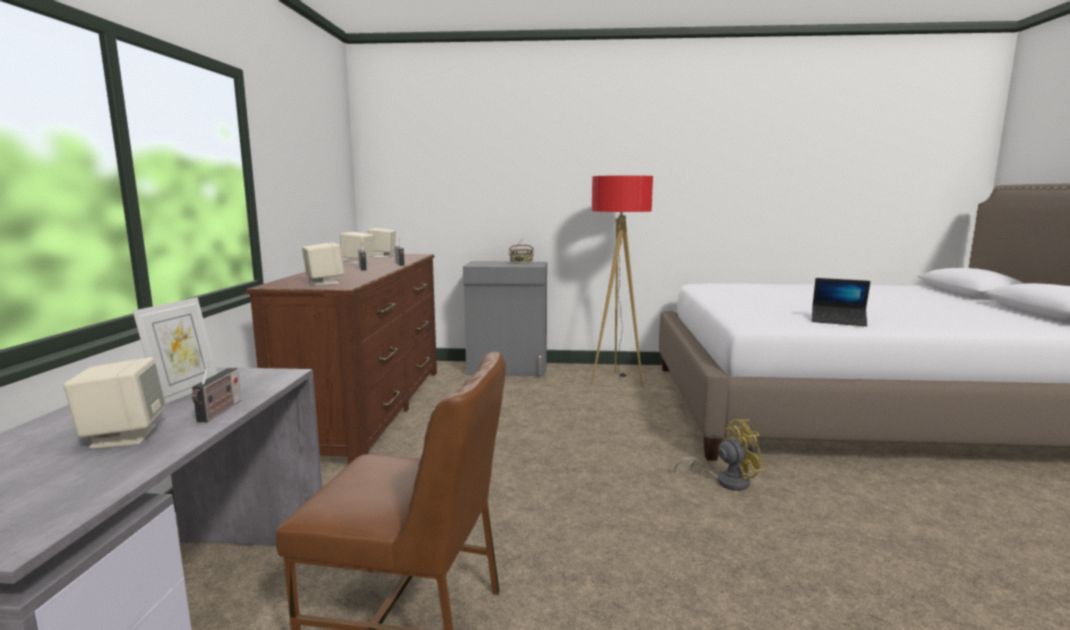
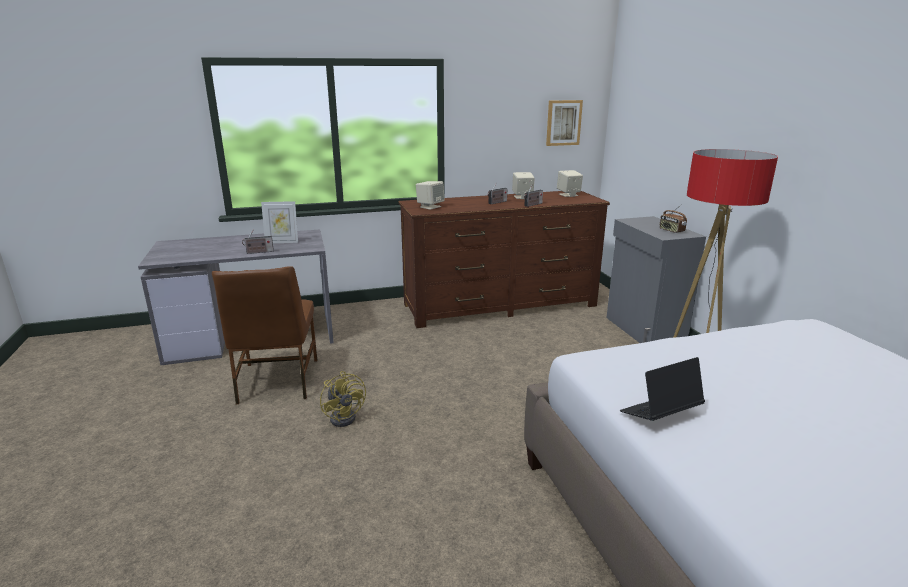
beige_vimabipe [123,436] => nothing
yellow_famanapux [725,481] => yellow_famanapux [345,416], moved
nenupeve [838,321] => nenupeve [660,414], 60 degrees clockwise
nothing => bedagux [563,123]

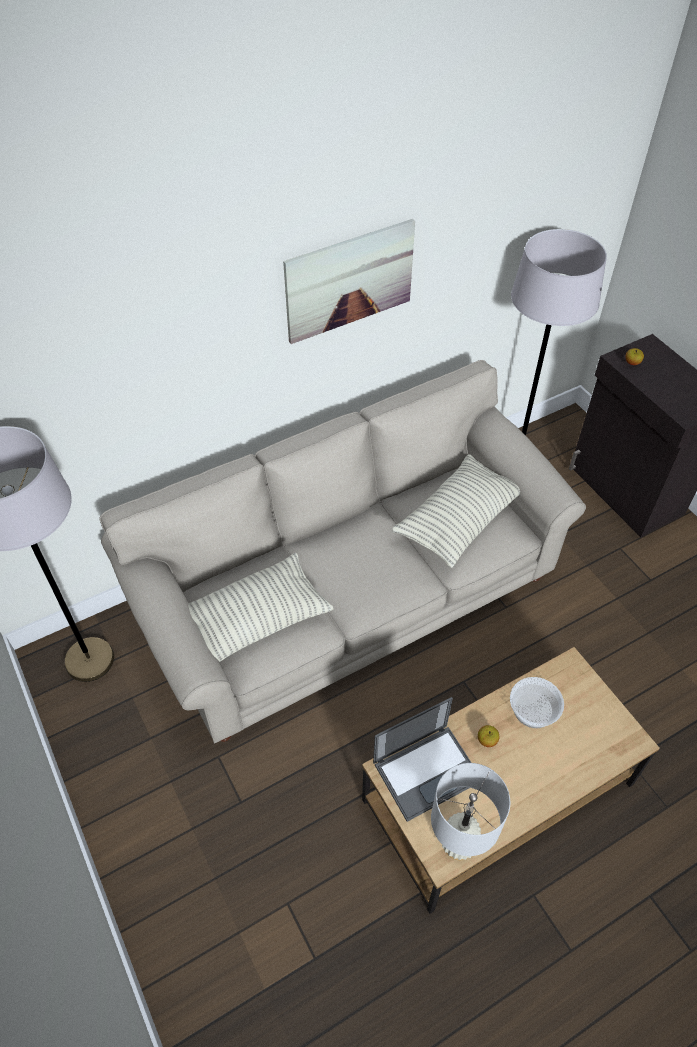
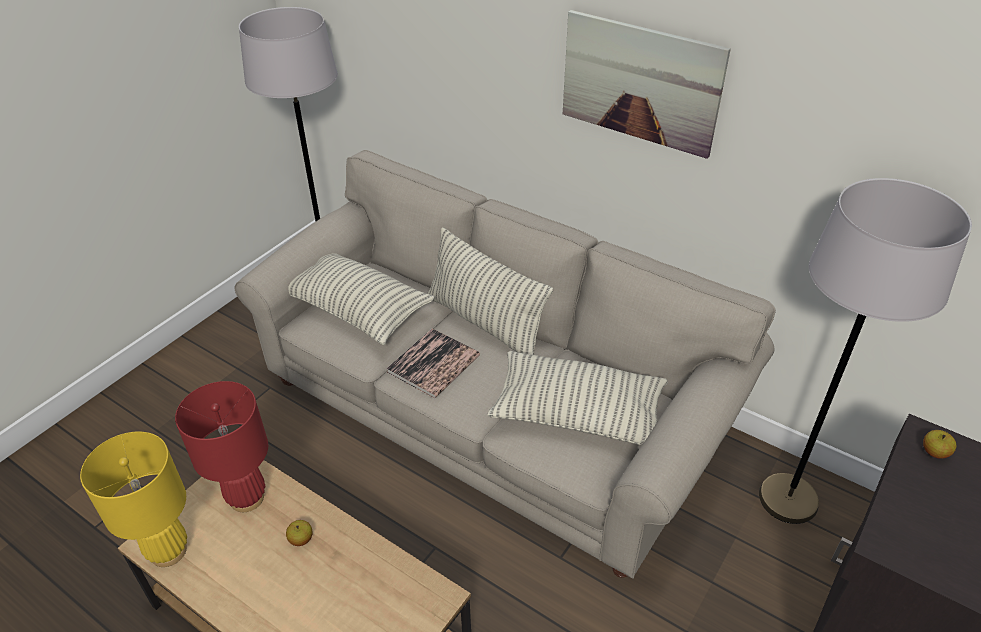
nenupeve [427,770] => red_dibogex [247,498]
white_dibogex [458,844] => yellow_dibogex [168,551]
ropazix [533,710] => nothing
nothing => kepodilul [433,364]
nothing => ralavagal [485,323]

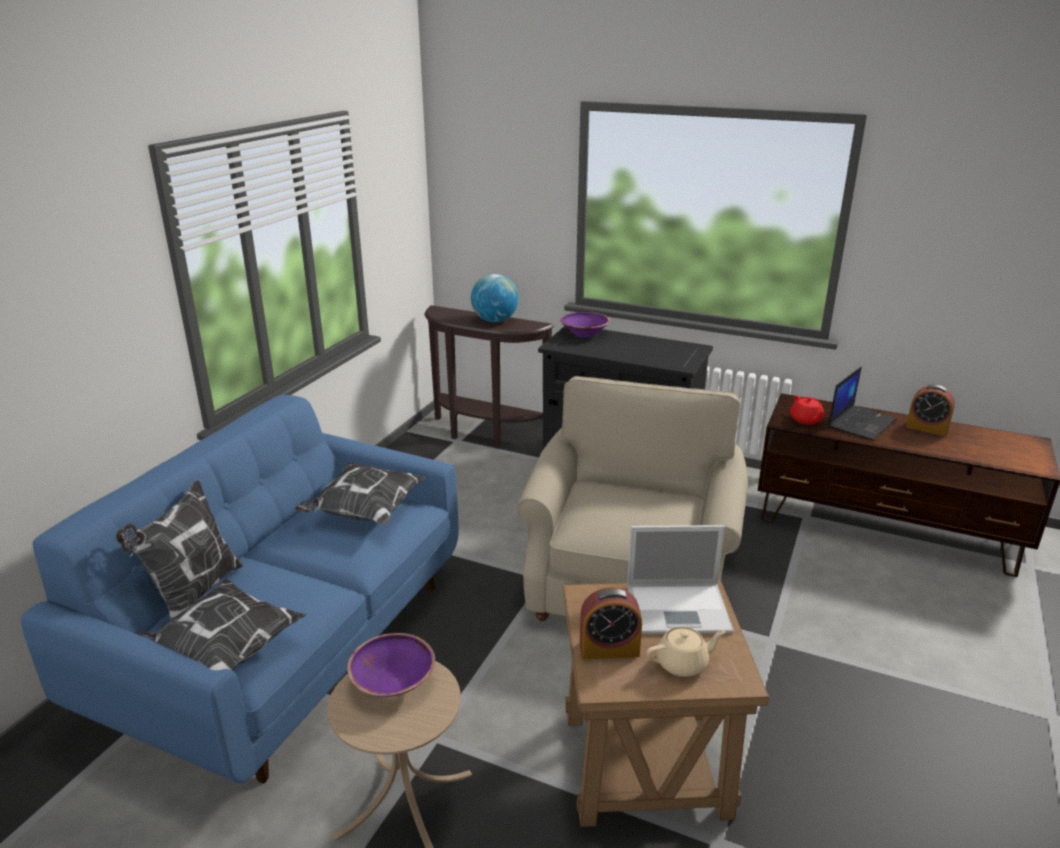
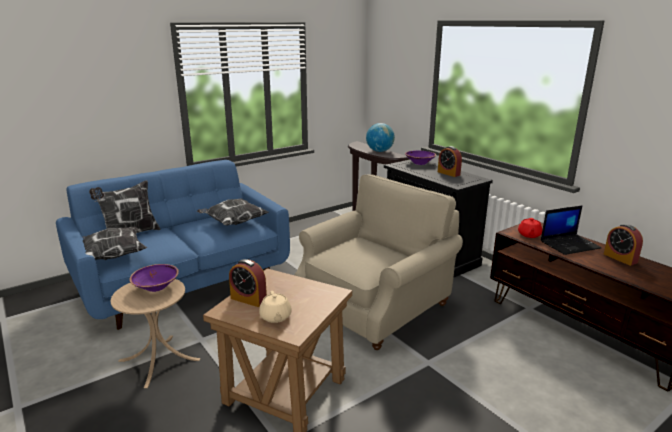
nenupeve [680,608] => nothing
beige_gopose [683,663] => beige_gopose [275,317], 60 degrees clockwise
nothing => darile [448,173]

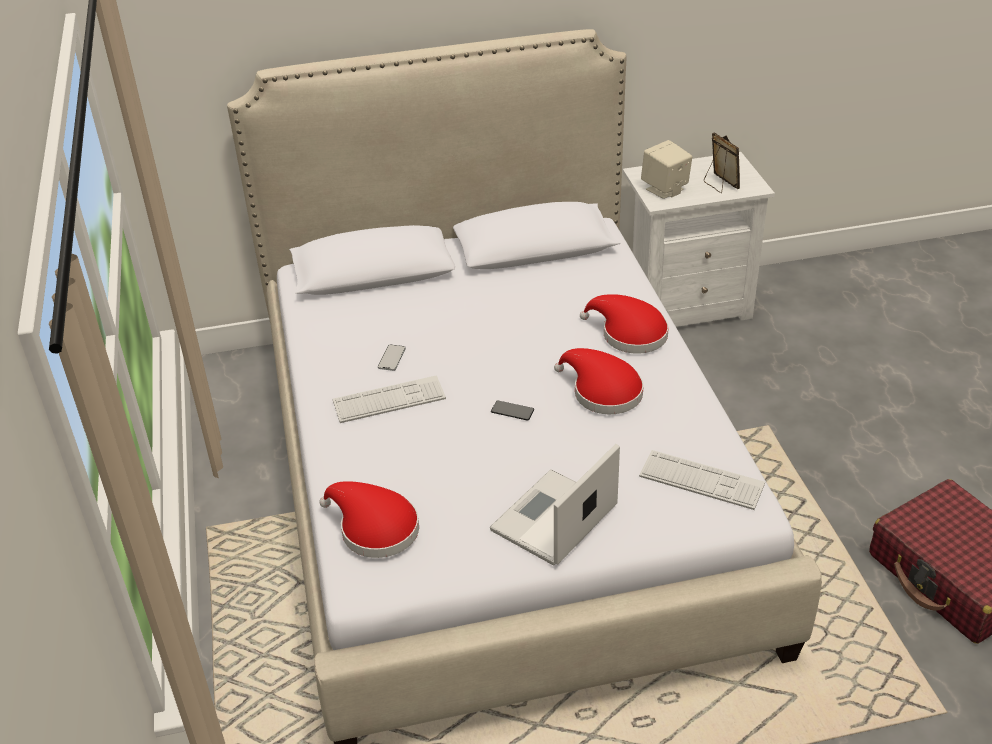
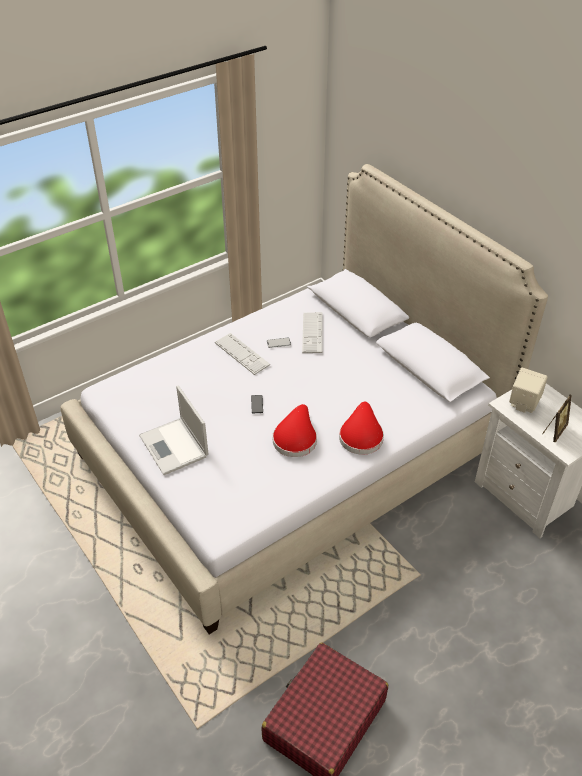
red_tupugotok [374,528] => nothing
nenupeve [553,520] => nenupeve [174,447], 135 degrees counterclockwise
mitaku [701,480] => mitaku [312,333], moved

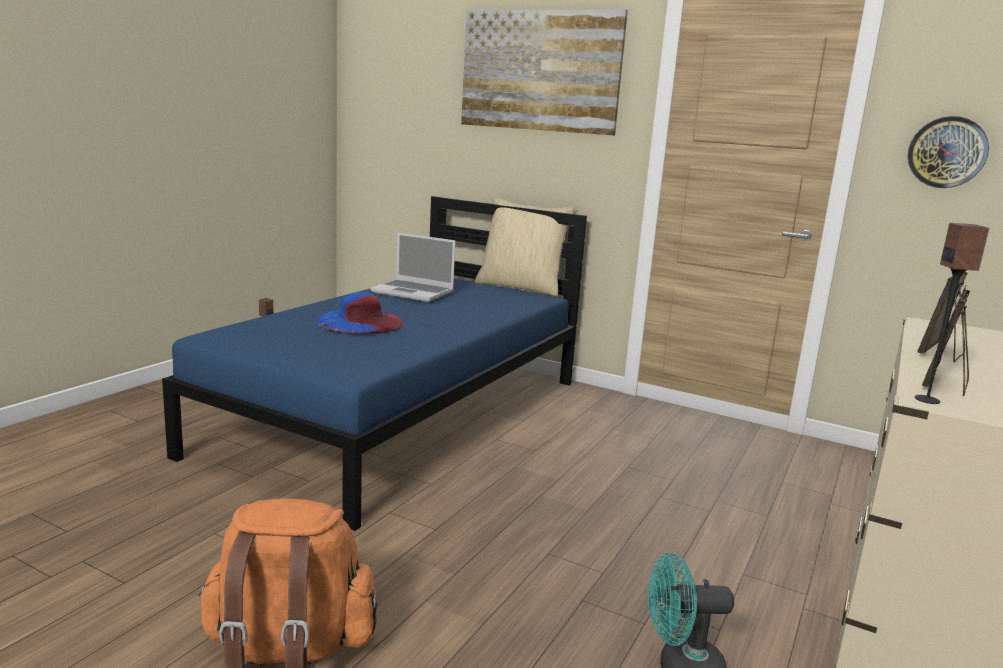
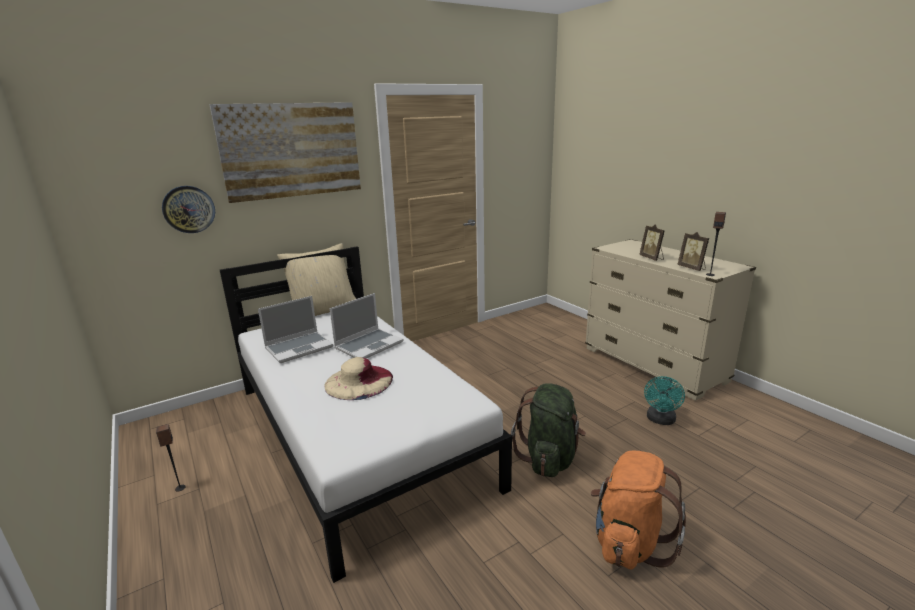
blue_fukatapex [402,415] => white_fukatapex [357,433]
blue_tupugotok [360,322] => beige_tupugotok [359,381]
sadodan [947,152] => sadodan [189,209], moved
nothing => nenupeve [369,345]
nothing => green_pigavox [549,458]

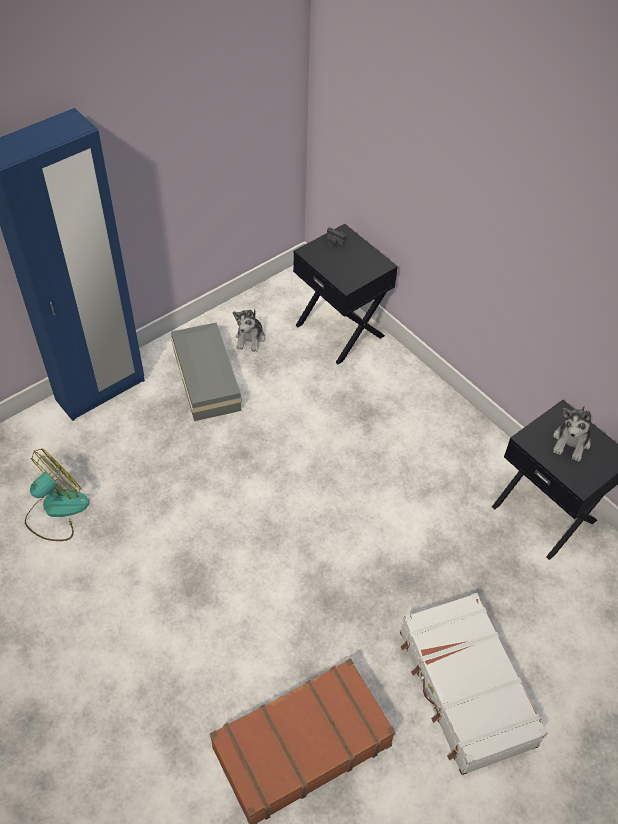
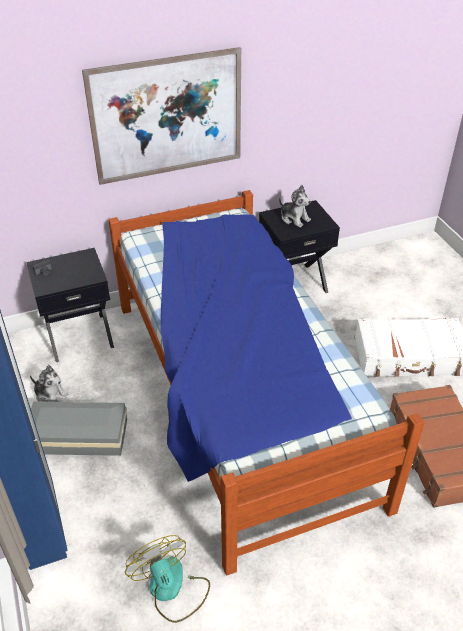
nothing => bedagux [167,117]
nothing => fukatapex [237,397]

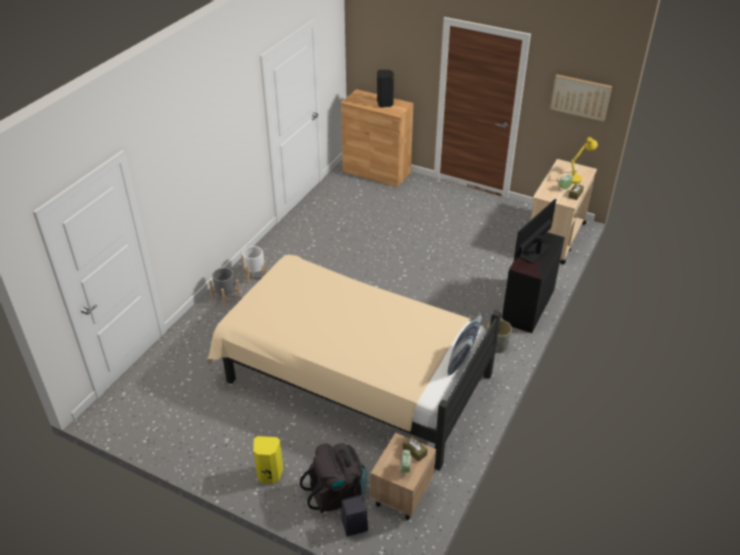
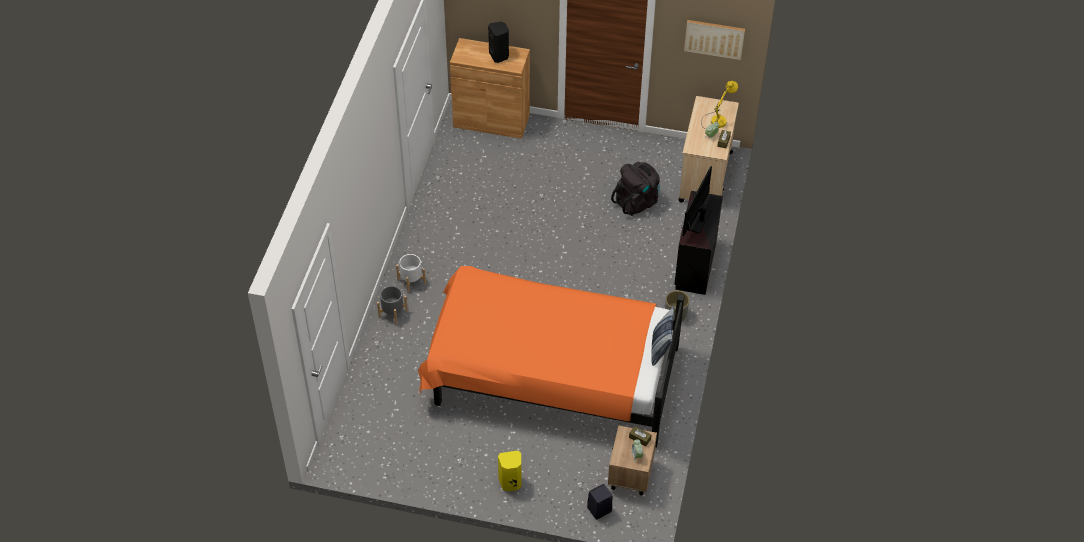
beige_fukatapex [351,375] => orange_fukatapex [549,373]
black_pigavox [337,493] => black_pigavox [637,202], moved

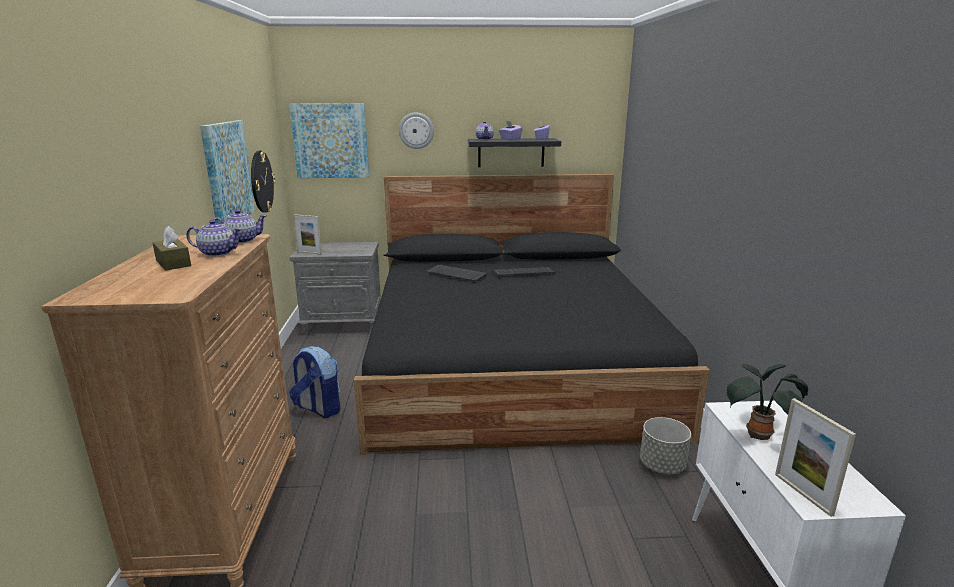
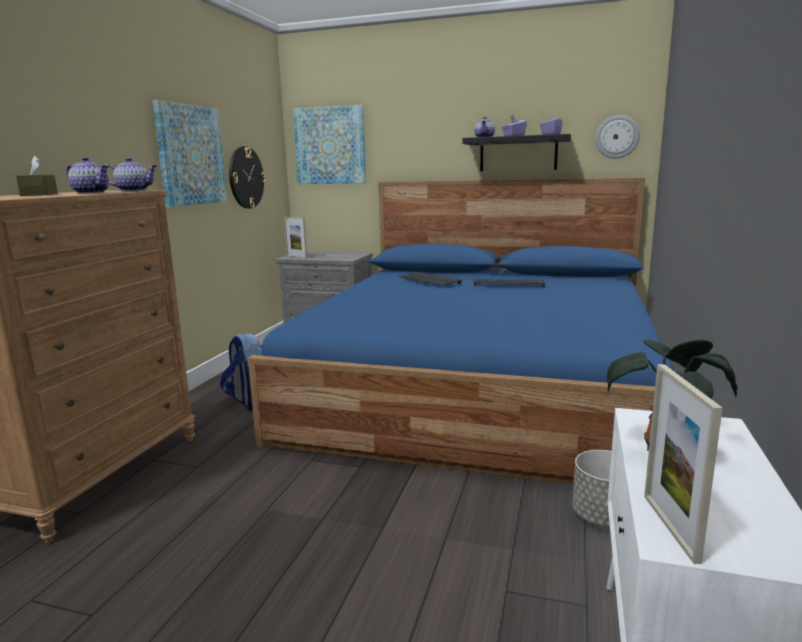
black_fukatapex [511,363] => blue_fukatapex [480,387]
sadodan [416,130] => sadodan [617,137], moved

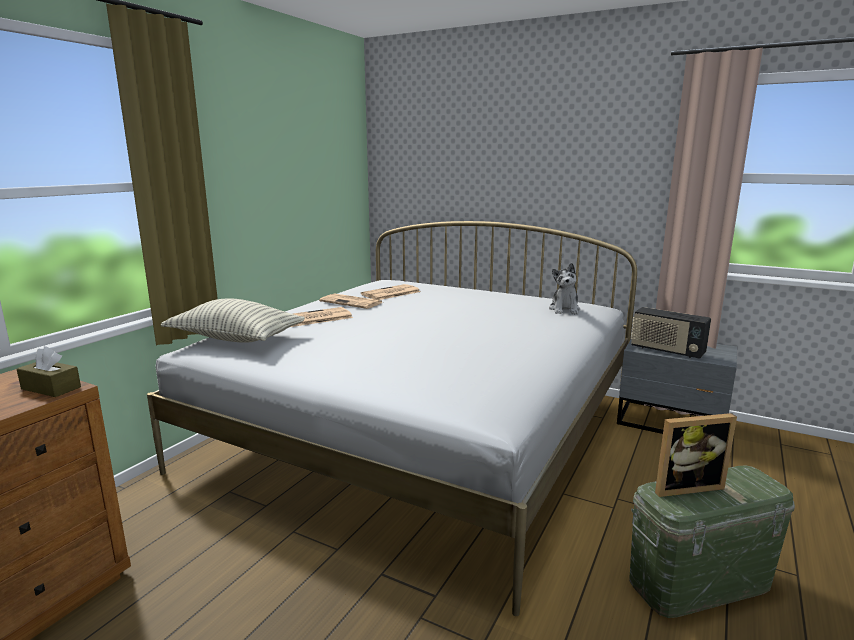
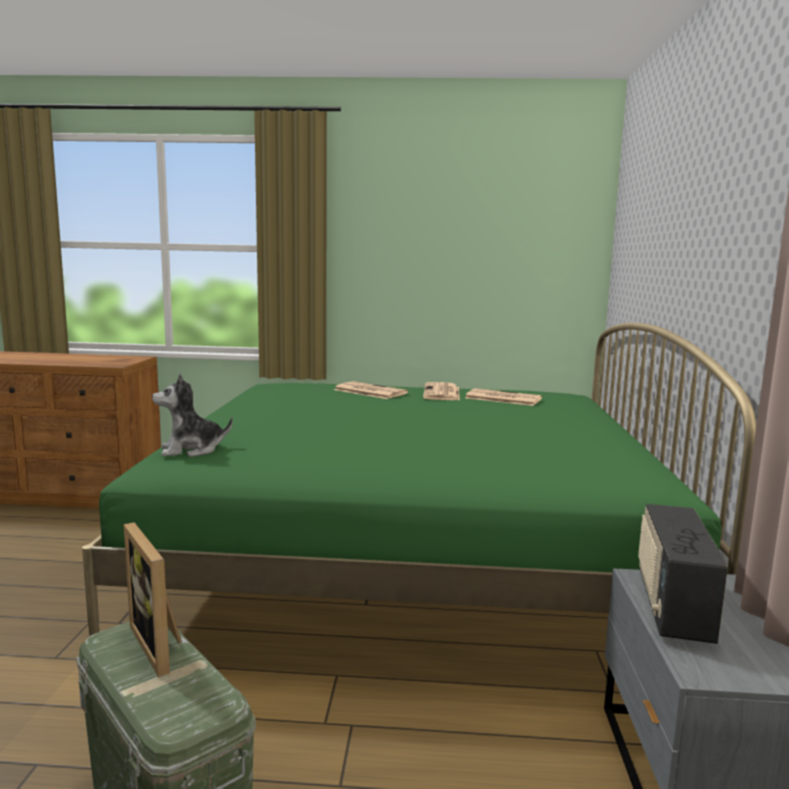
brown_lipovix [51,388] => nothing
white_fukatapex [421,432] => green_fukatapex [410,560]
ralavagal [236,339] => nothing
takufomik [564,309] => takufomik [191,450], moved

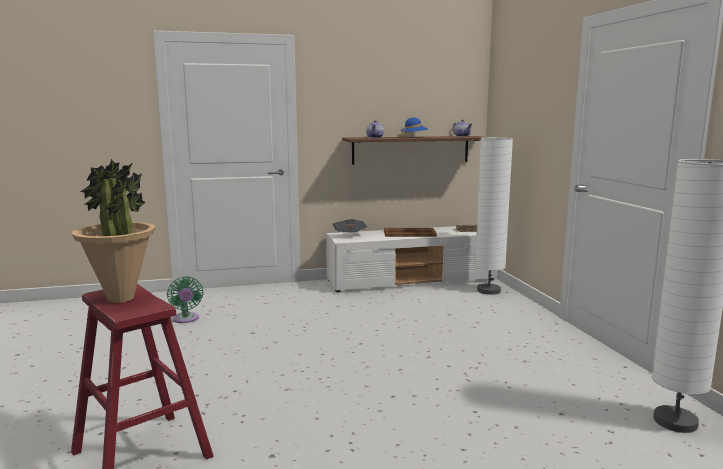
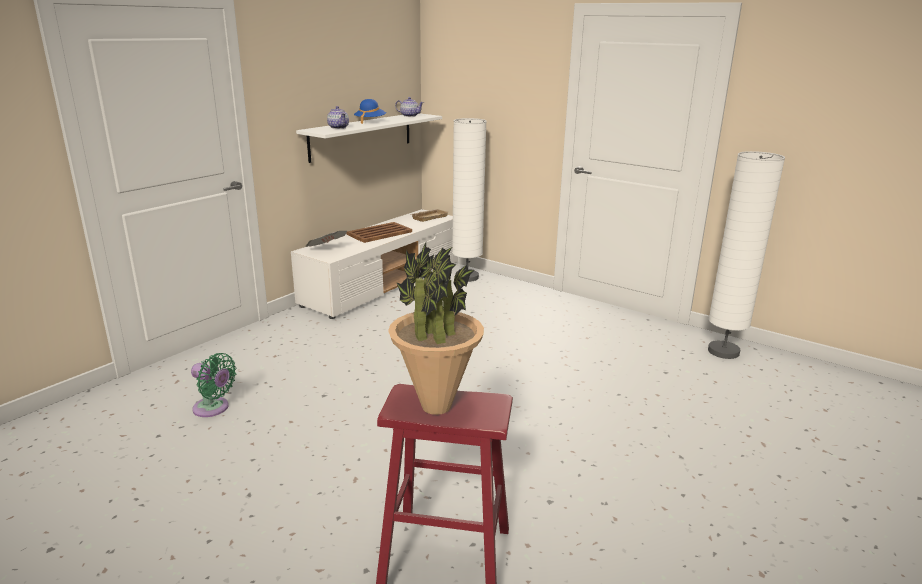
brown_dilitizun [411,150] => white_dilitizun [362,136]

